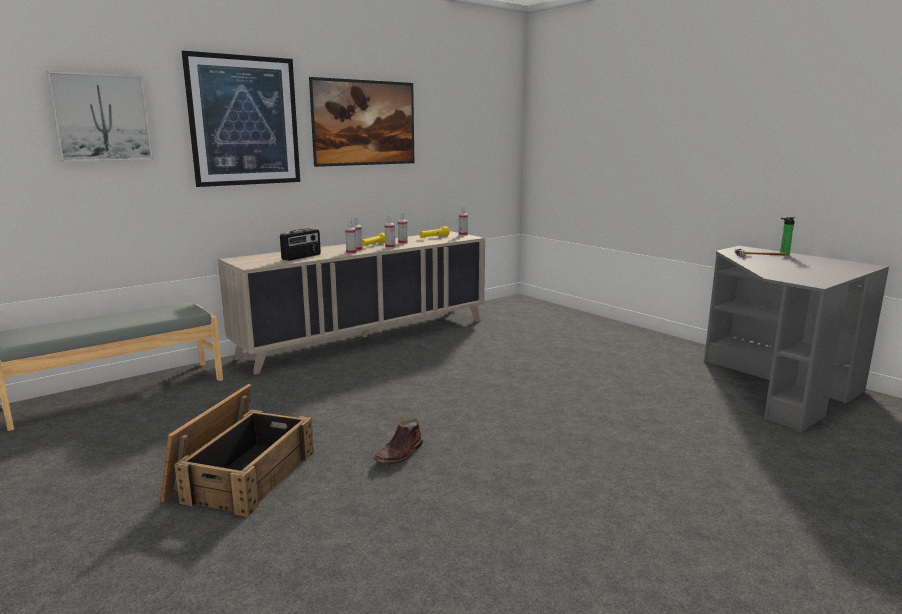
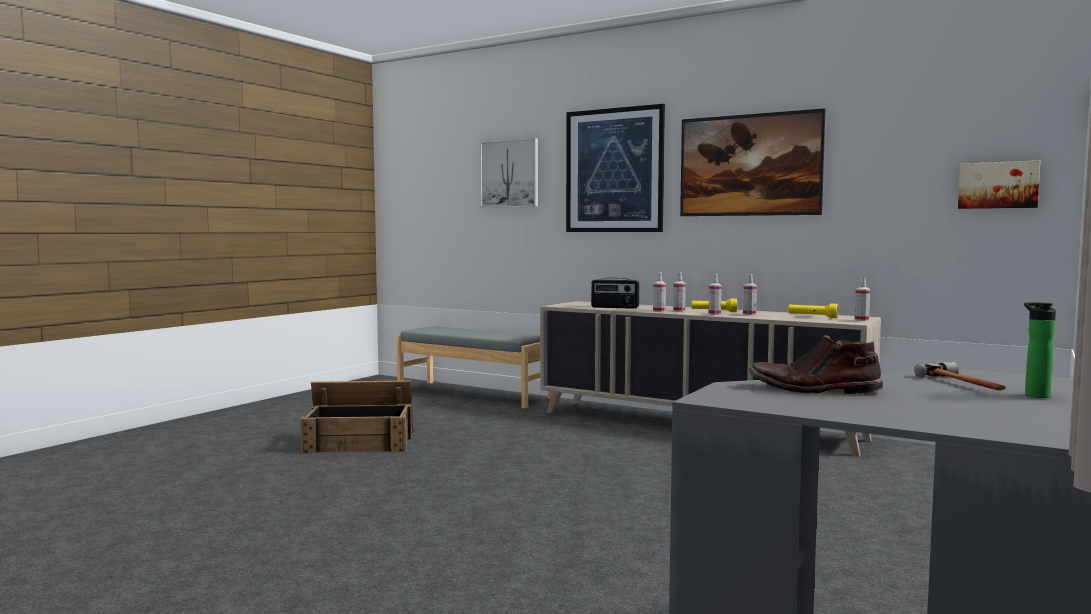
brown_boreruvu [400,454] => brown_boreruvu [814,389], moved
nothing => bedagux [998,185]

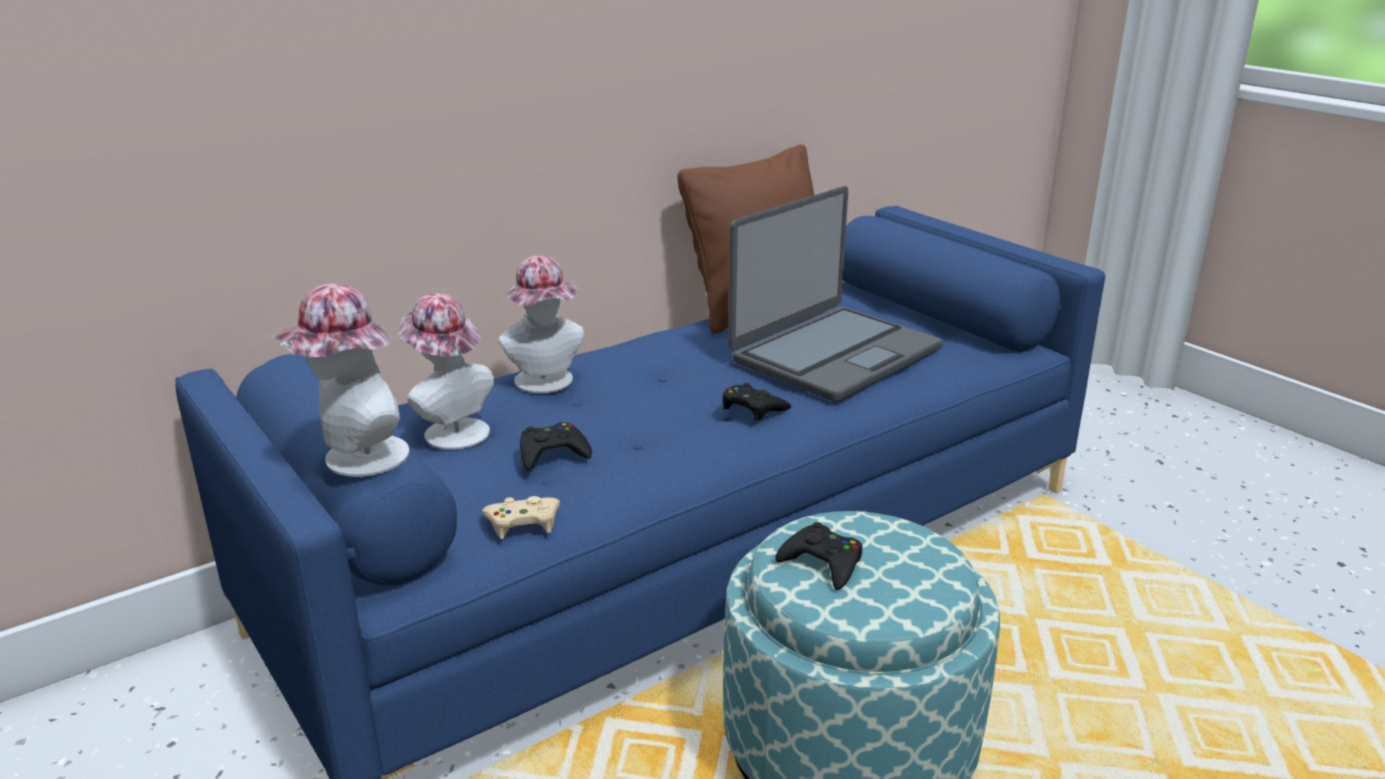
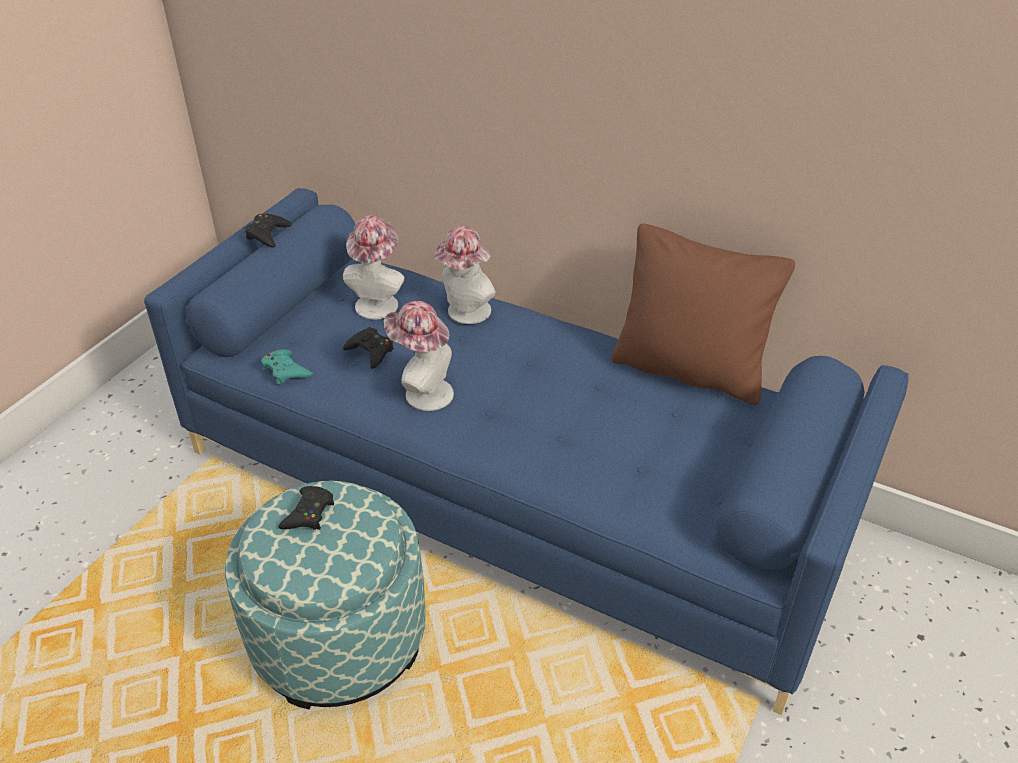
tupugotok [356,460] => tupugotok [423,393], moved
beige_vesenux [523,523] => turquoise_vesenux [286,371]
black_vesenux [752,408] => black_vesenux [267,234], moved
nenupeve [834,354] => nothing

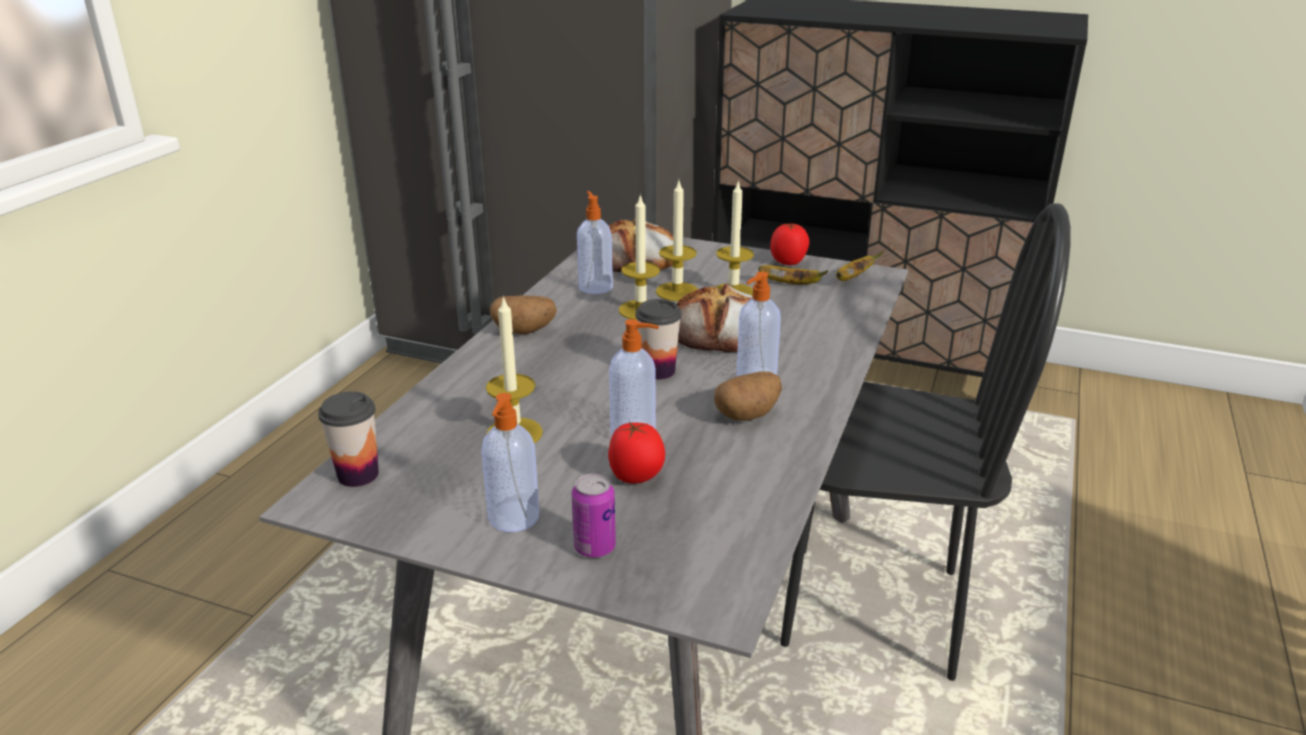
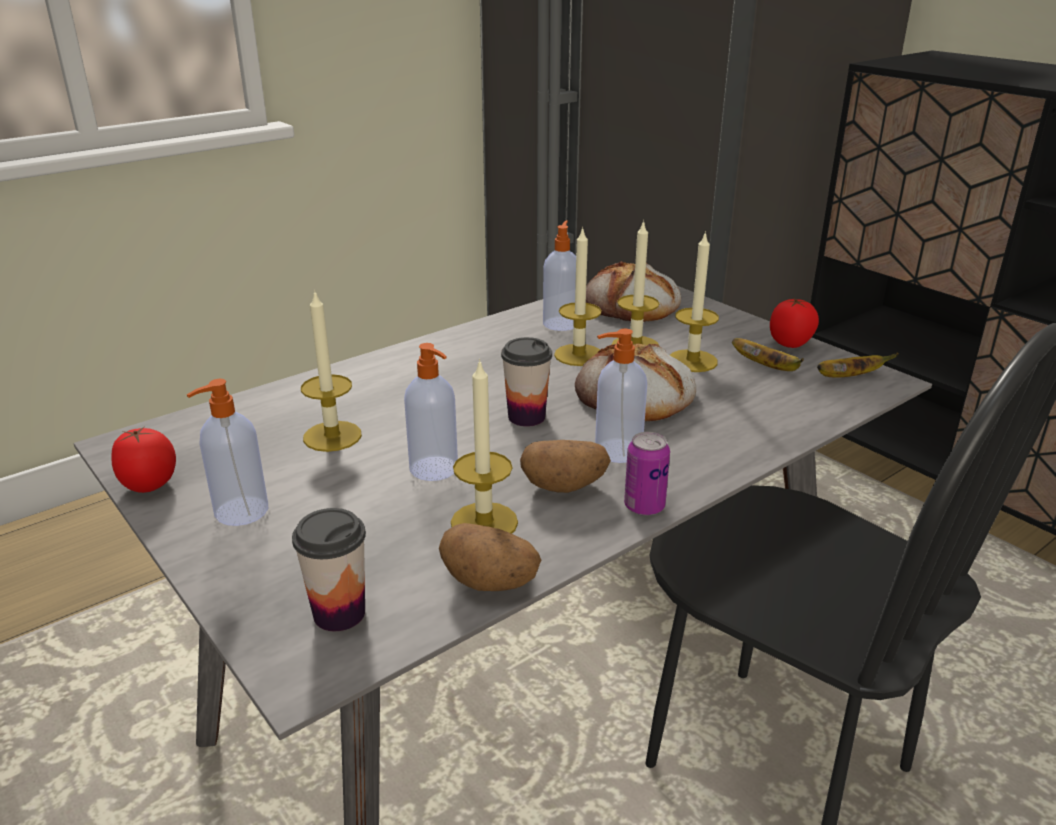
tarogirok [358,475] => tarogirok [339,613], moved
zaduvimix [524,331] => zaduvimix [491,582], moved
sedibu [595,547] => sedibu [644,506], moved
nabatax [636,477] => nabatax [149,486], moved
nothing => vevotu [484,522]

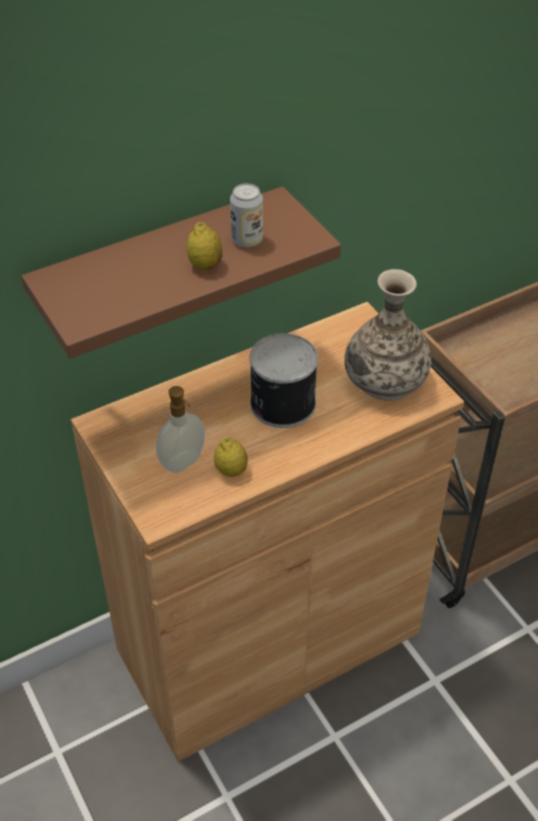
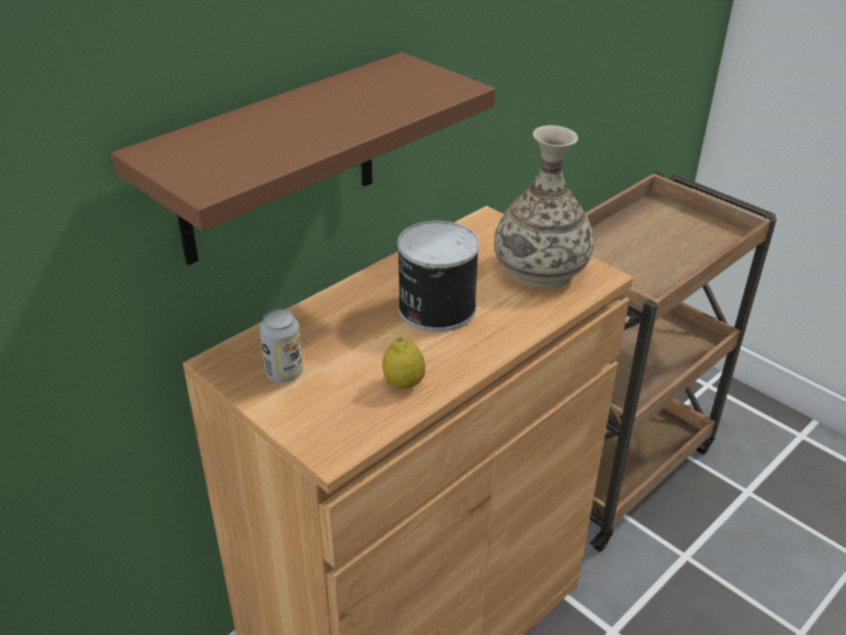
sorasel [183,462] => nothing
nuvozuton [205,265] => nothing
sedibu [247,240] => sedibu [284,373], moved

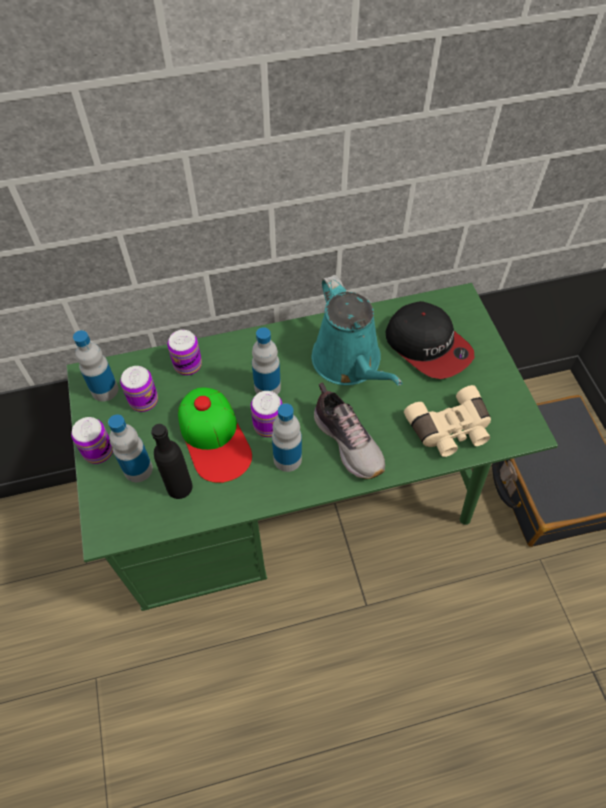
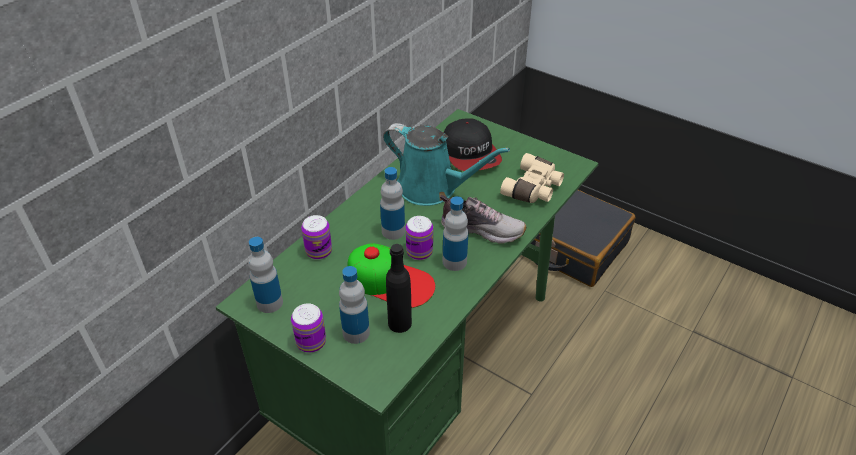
sedibu [143,400] => nothing
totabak [428,346] => totabak [470,153], 60 degrees clockwise

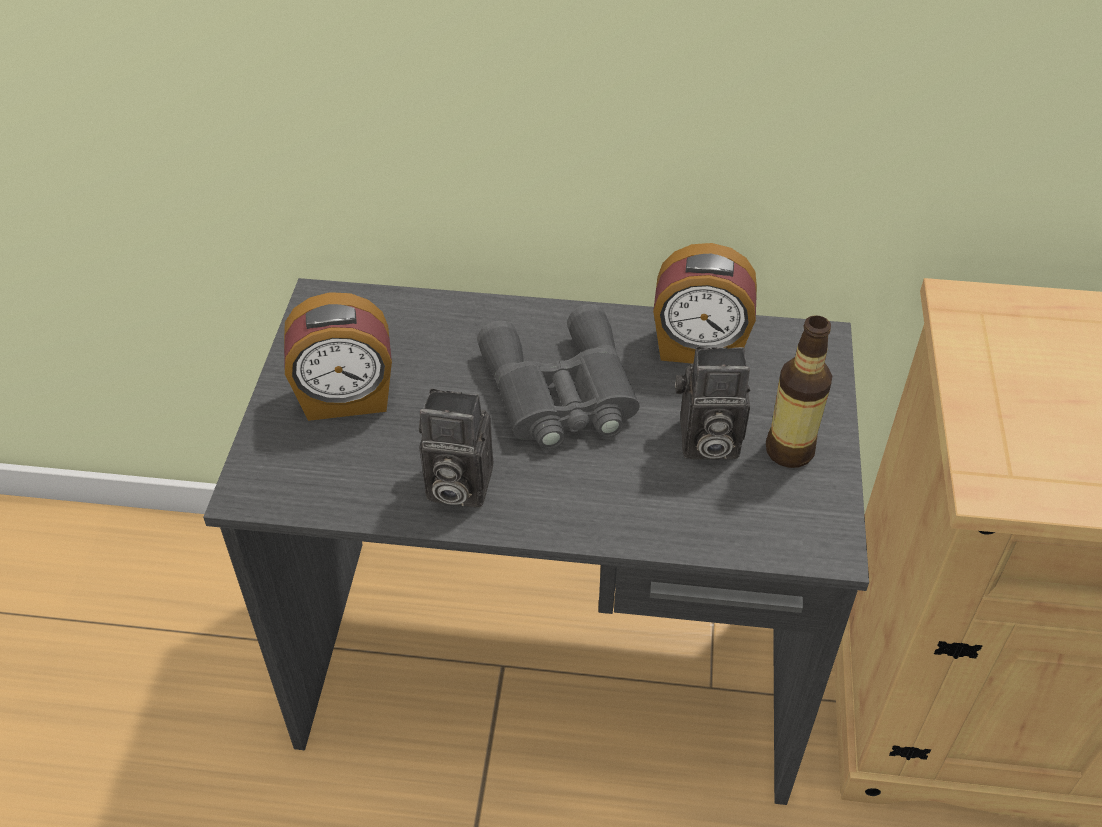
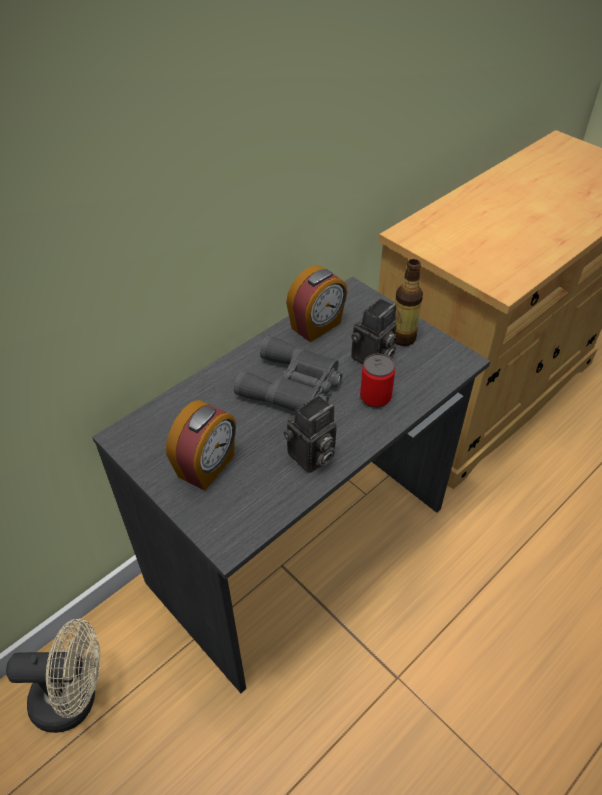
nothing => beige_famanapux [75,698]
nothing => sedibu [375,397]

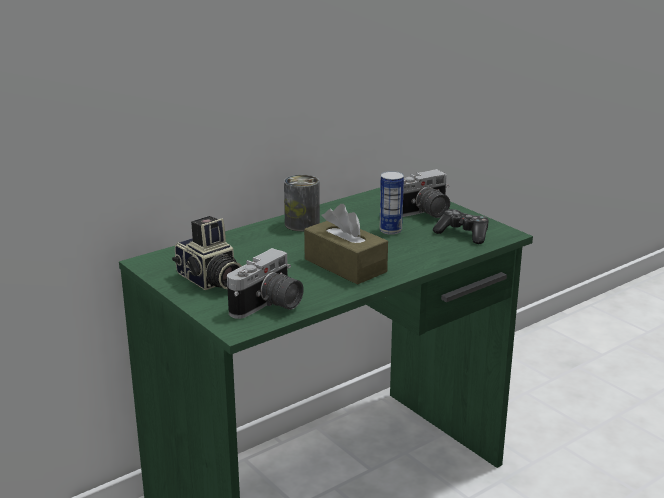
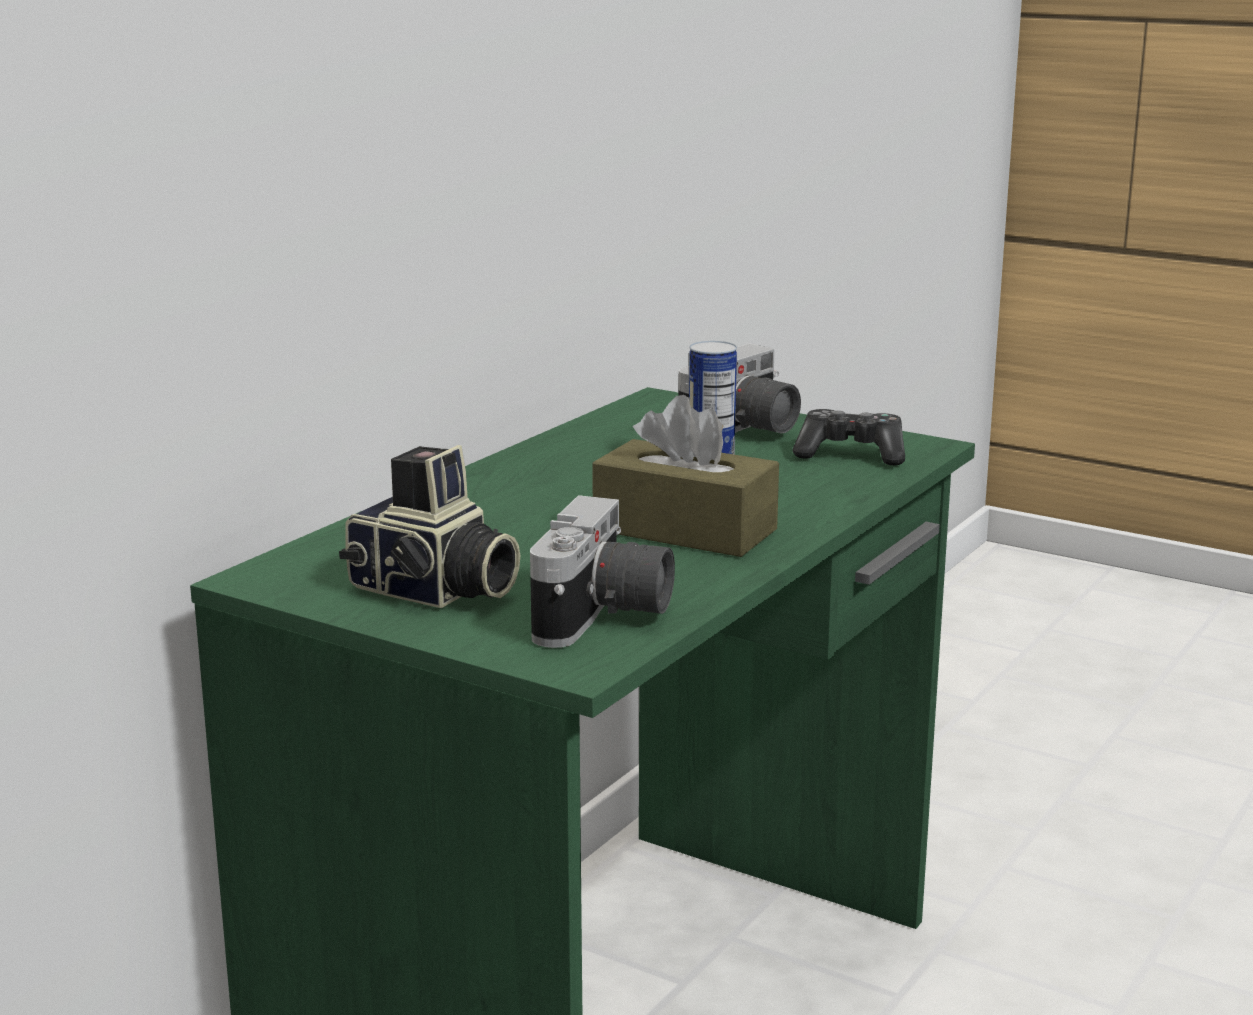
sedibu [302,224] => nothing

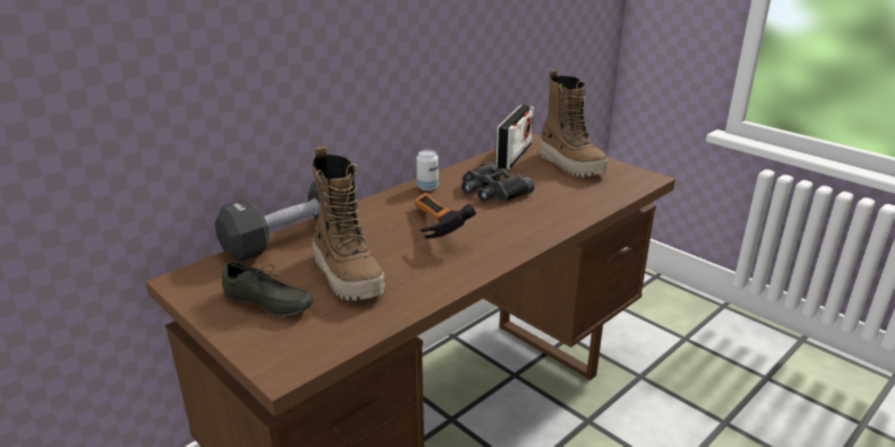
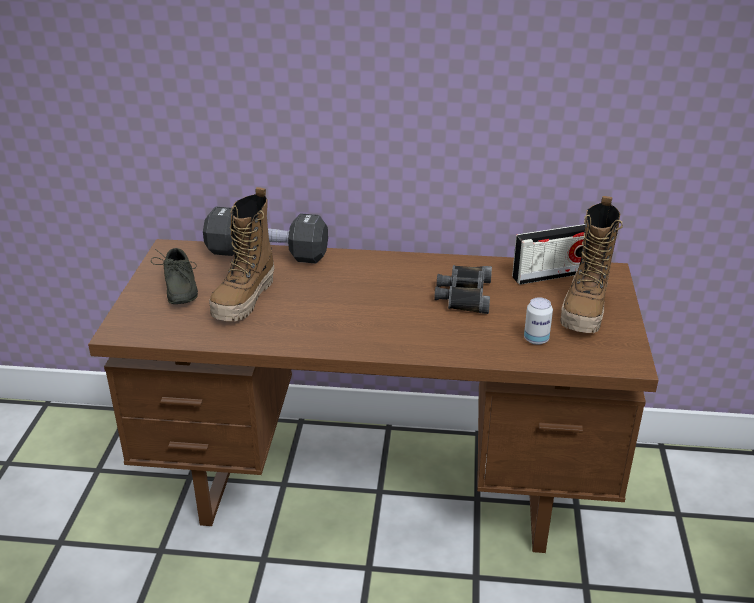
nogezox [432,229] => nothing
sedibu [427,187] => sedibu [536,339], moved

